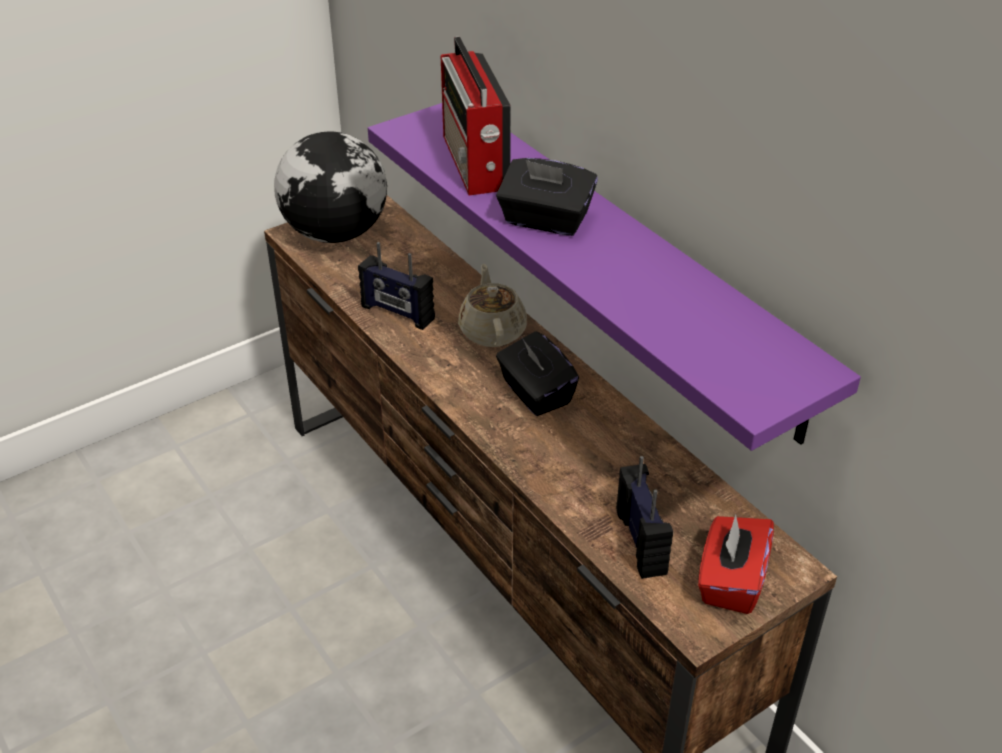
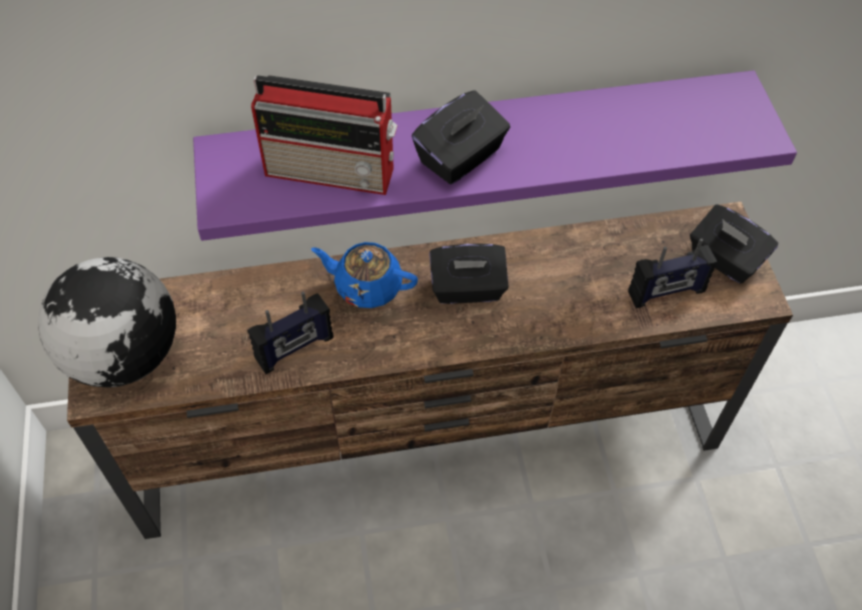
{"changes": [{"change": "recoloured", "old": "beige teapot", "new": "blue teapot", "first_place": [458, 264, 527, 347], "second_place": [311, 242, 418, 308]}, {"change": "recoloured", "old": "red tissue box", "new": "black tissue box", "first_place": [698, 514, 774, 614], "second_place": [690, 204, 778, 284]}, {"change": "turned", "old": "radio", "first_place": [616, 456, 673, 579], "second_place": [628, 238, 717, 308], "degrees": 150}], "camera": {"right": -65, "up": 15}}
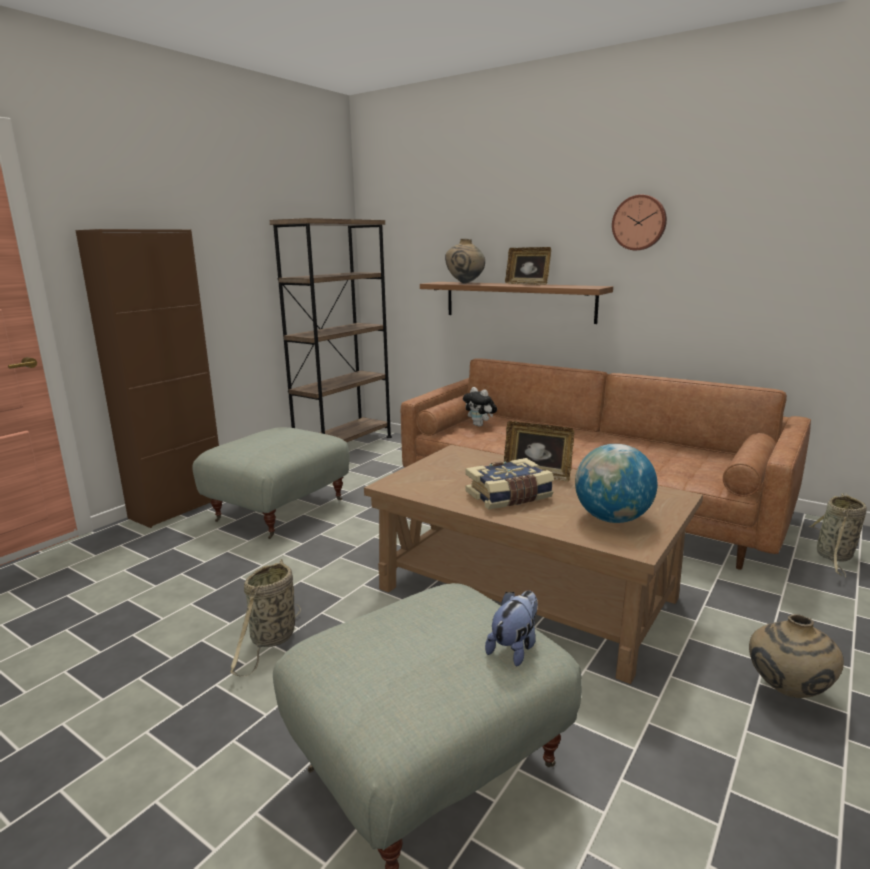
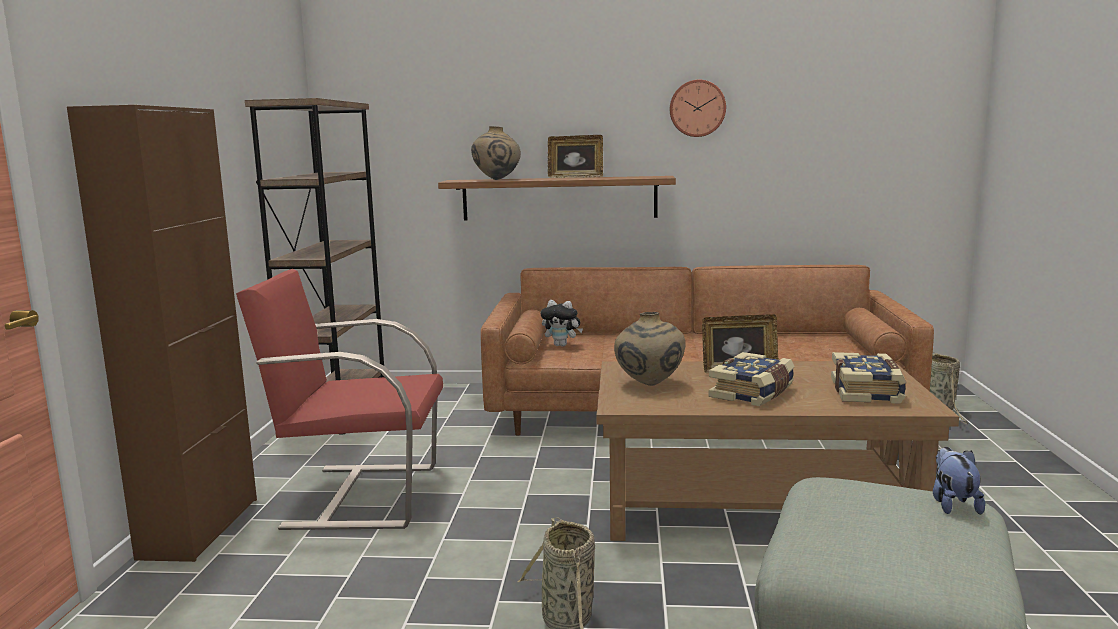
{"changes": [{"change": "moved", "old": "beige vase", "first_place": [749, 614, 844, 698], "second_place": [614, 312, 685, 386]}, {"change": "replaced", "old": "grey ottoman", "new": "red armchair", "first_place": [192, 427, 350, 539], "second_place": [236, 269, 443, 530]}, {"change": "replaced", "old": "globe", "new": "book", "first_place": [575, 444, 657, 523], "second_place": [831, 352, 907, 404]}], "camera": {"right": -30, "up": -5}}
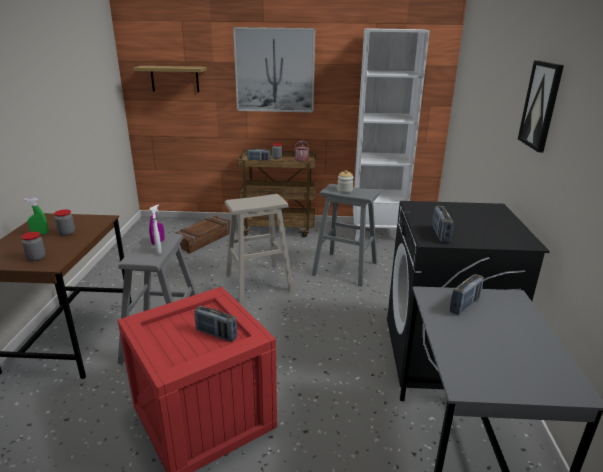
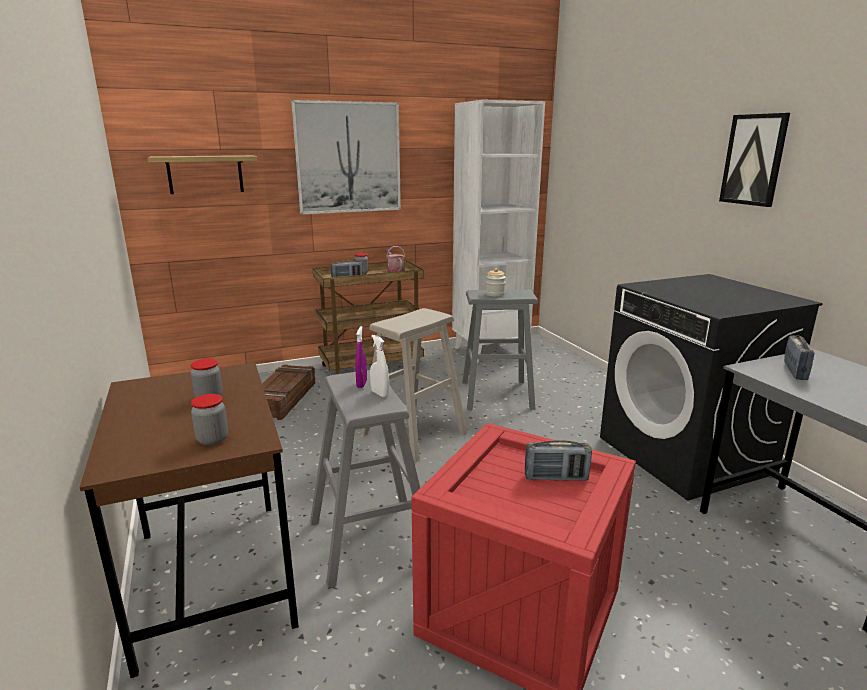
{"changes": [{"change": "removed", "old": "green spray bottle", "first_place": [24, 198, 48, 235]}, {"change": "removed", "old": "radio", "first_place": [432, 206, 454, 243]}], "camera": {"right": -25, "up": -5}}
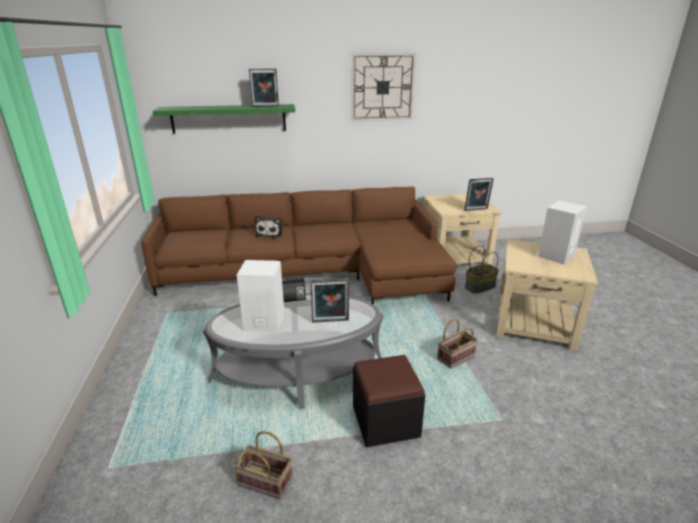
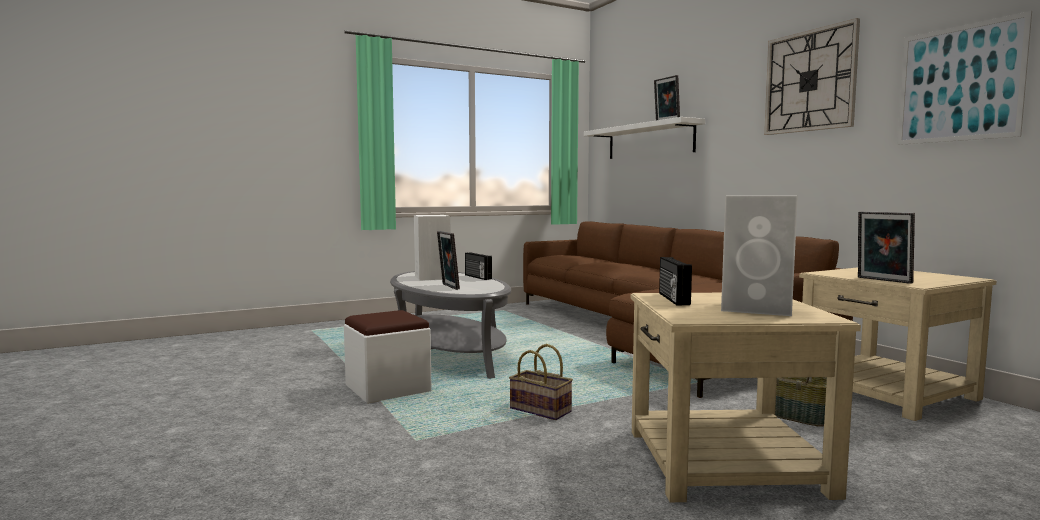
{"changes": [{"change": "removed", "old": "basket", "first_place": [234, 431, 292, 500]}, {"change": "removed", "old": "plush toy", "first_place": [255, 215, 282, 238]}, {"change": "added", "new": "radio", "second_place": [659, 257, 692, 305]}, {"change": "added", "new": "picture", "second_place": [897, 11, 1032, 145]}, {"change": "recoloured", "old": "green shelf", "new": "white shelf", "first_place": [153, 104, 295, 134], "second_place": [584, 117, 705, 159]}, {"change": "recoloured", "old": "black ottoman", "new": "white ottoman", "first_place": [353, 355, 425, 447], "second_place": [344, 310, 432, 404]}], "camera": {"right": 70, "up": -20}}
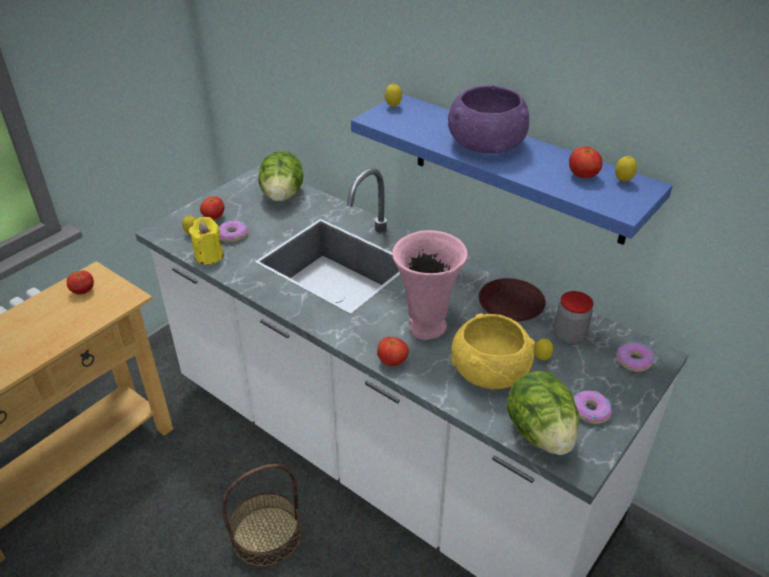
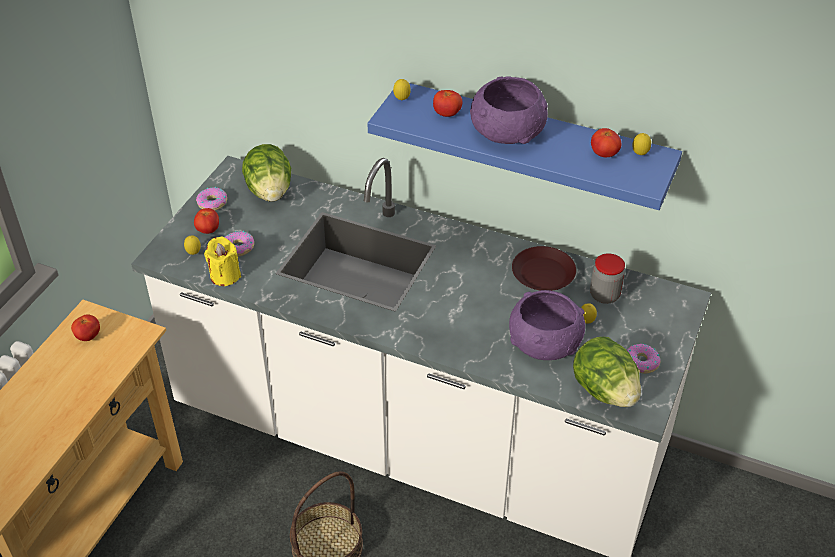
{"changes": [{"change": "removed", "old": "pink vase", "first_place": [392, 230, 468, 340]}, {"change": "moved", "old": "tomato", "first_place": [377, 337, 409, 366], "second_place": [433, 90, 462, 117]}, {"change": "moved", "old": "donut", "first_place": [616, 341, 654, 372], "second_place": [196, 187, 227, 211]}, {"change": "recoloured", "old": "yellow bowl", "new": "purple bowl", "first_place": [451, 313, 535, 389], "second_place": [509, 290, 585, 360]}], "camera": {"right": -15, "up": 5}}
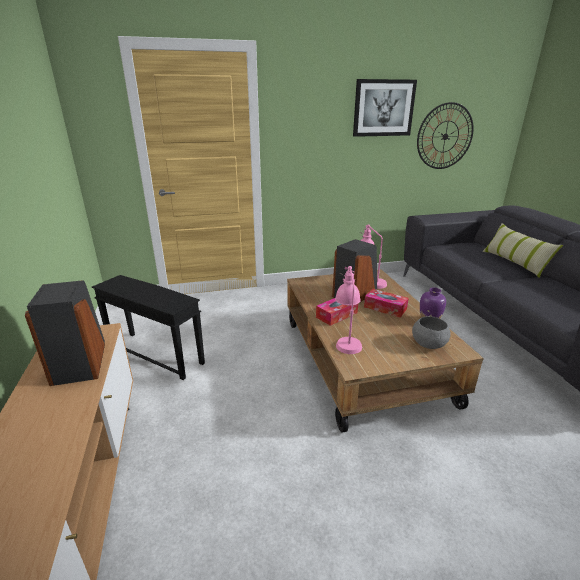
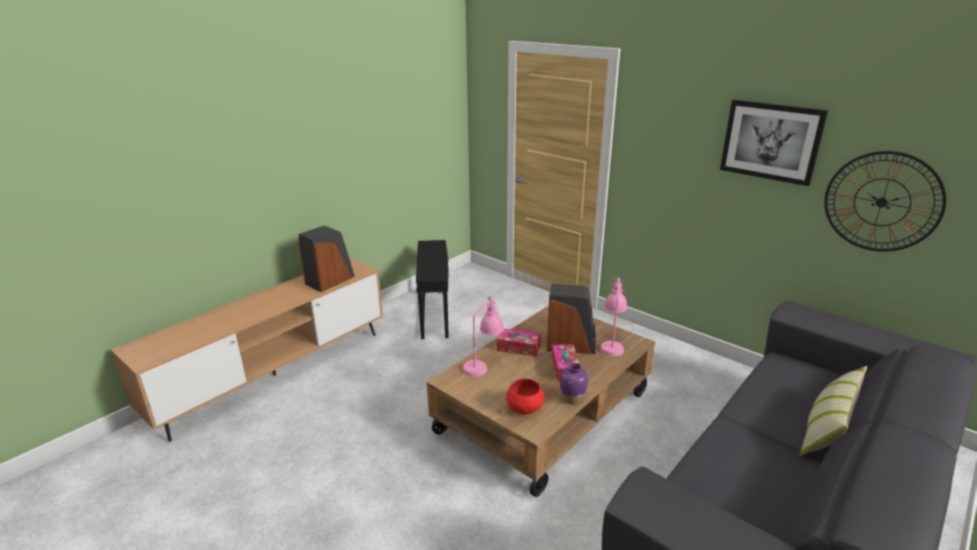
{"changes": [{"change": "recoloured", "old": "grey bowl", "new": "red bowl", "first_place": [412, 316, 451, 349], "second_place": [506, 379, 544, 414]}], "camera": {"right": 55, "up": 0}}
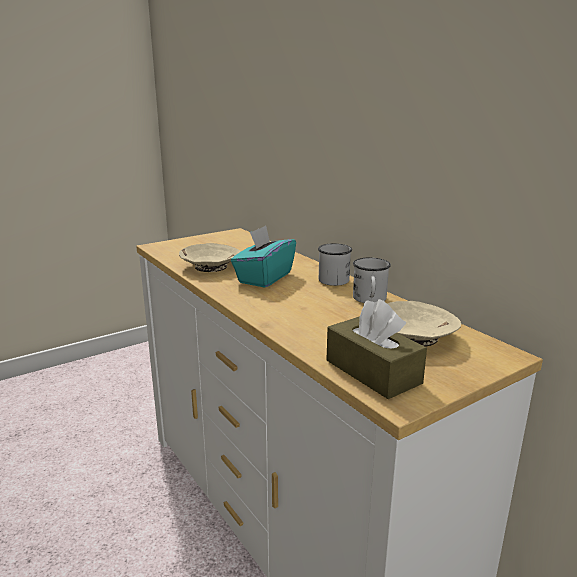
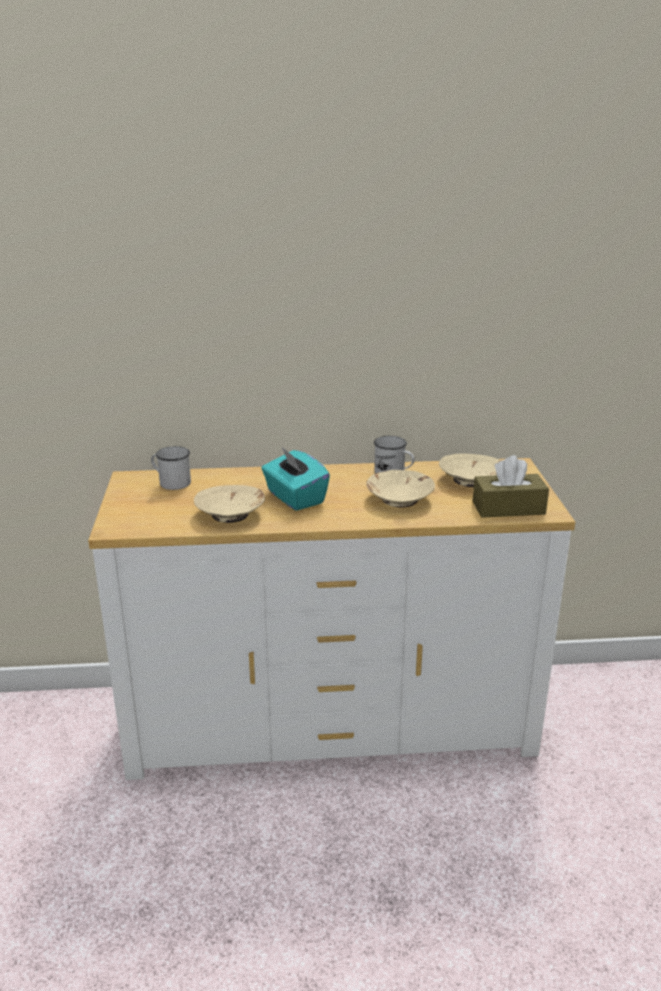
{"changes": [{"change": "added", "new": "beige bowl", "second_place": [366, 470, 435, 508]}, {"change": "moved", "old": "white mug", "first_place": [318, 243, 352, 286], "second_place": [151, 446, 191, 490]}], "camera": {"right": -60, "up": 5}}
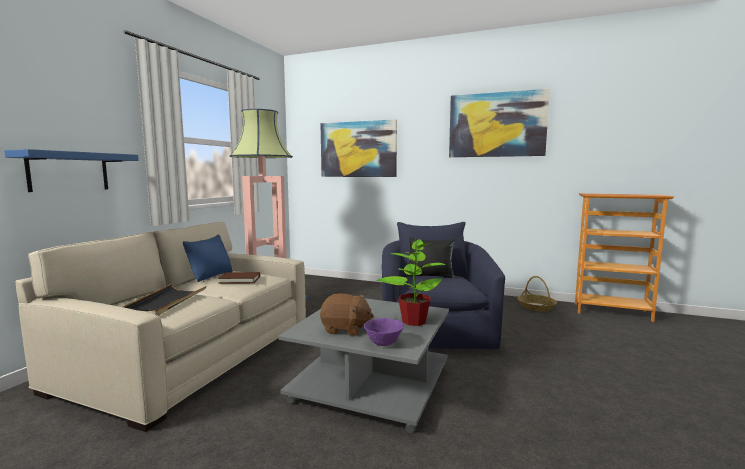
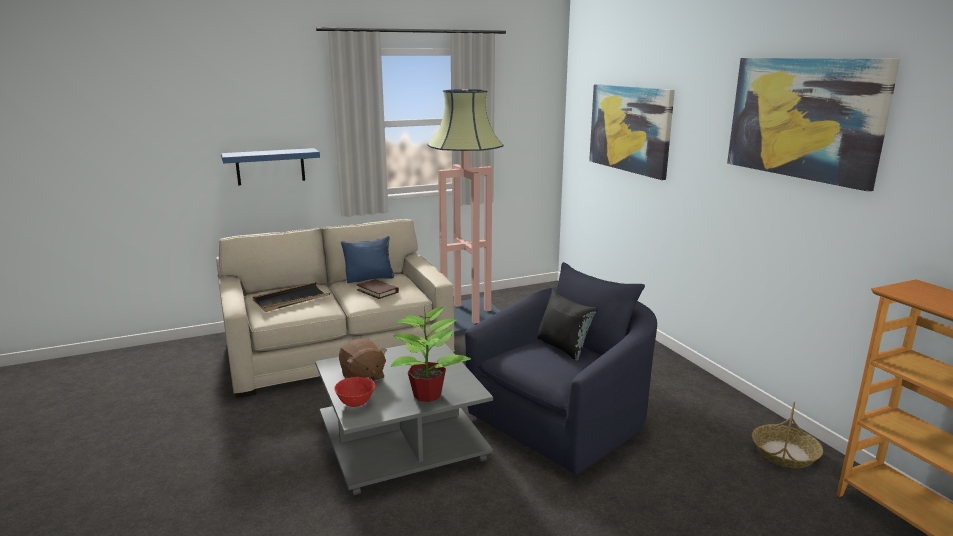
{"changes": [{"change": "recoloured", "old": "purple bowl", "new": "red bowl", "first_place": [364, 318, 404, 346], "second_place": [334, 377, 375, 407]}], "camera": {"right": 45, "up": 10}}
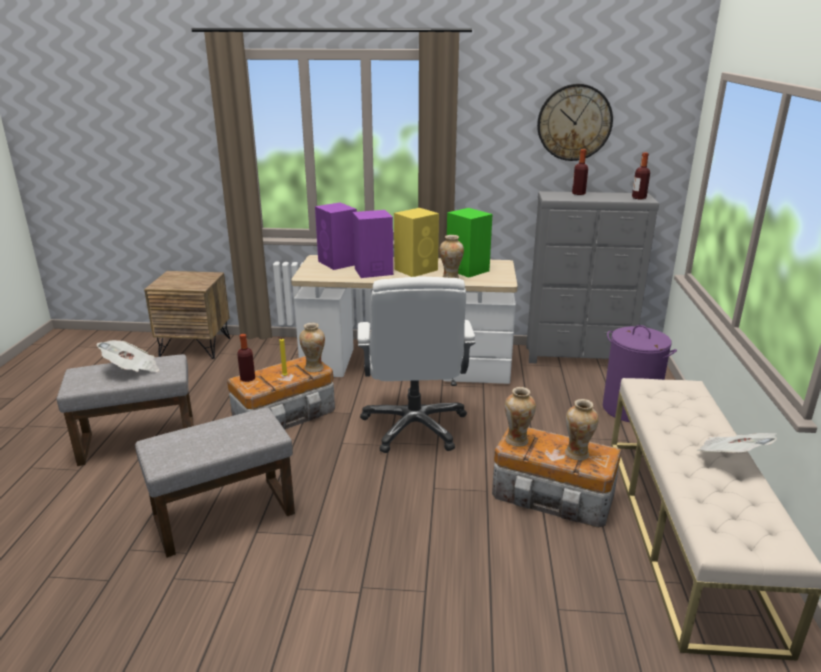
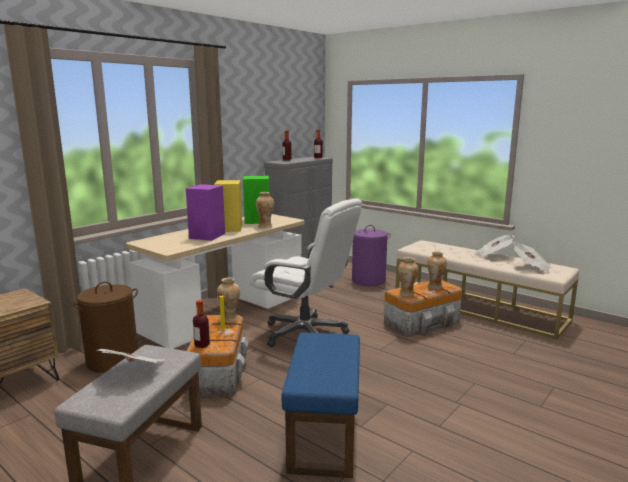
{"changes": [{"change": "removed", "old": "purple speaker", "first_place": [315, 202, 357, 270]}, {"change": "removed", "old": "wall clock", "first_place": [537, 84, 613, 161]}, {"change": "added", "new": "brown laundry basket", "second_place": [71, 282, 138, 373]}, {"change": "added", "new": "newspaper", "second_place": [513, 242, 550, 273]}, {"change": "recoloured", "old": "grey ottoman", "new": "blue ottoman", "first_place": [135, 408, 295, 558], "second_place": [282, 332, 360, 478]}], "camera": {"right": -55, "up": -10}}
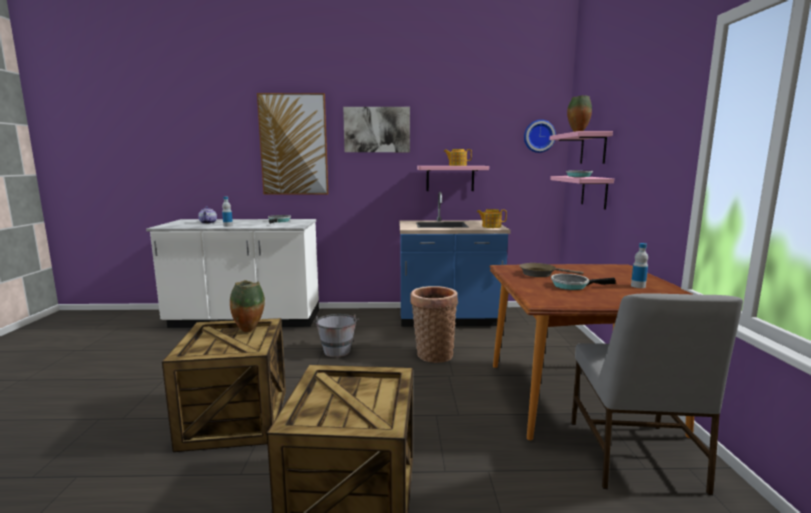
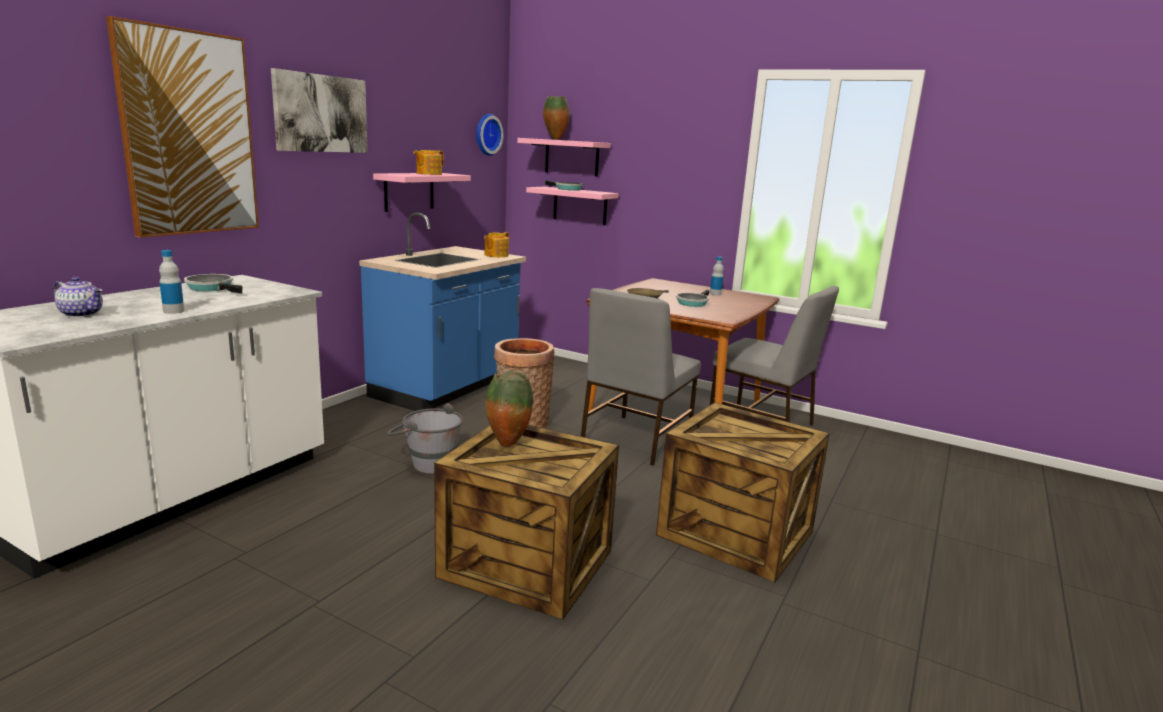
{"changes": [{"change": "added", "new": "grey chair", "second_place": [581, 288, 701, 466]}], "camera": {"right": -60, "up": 5}}
